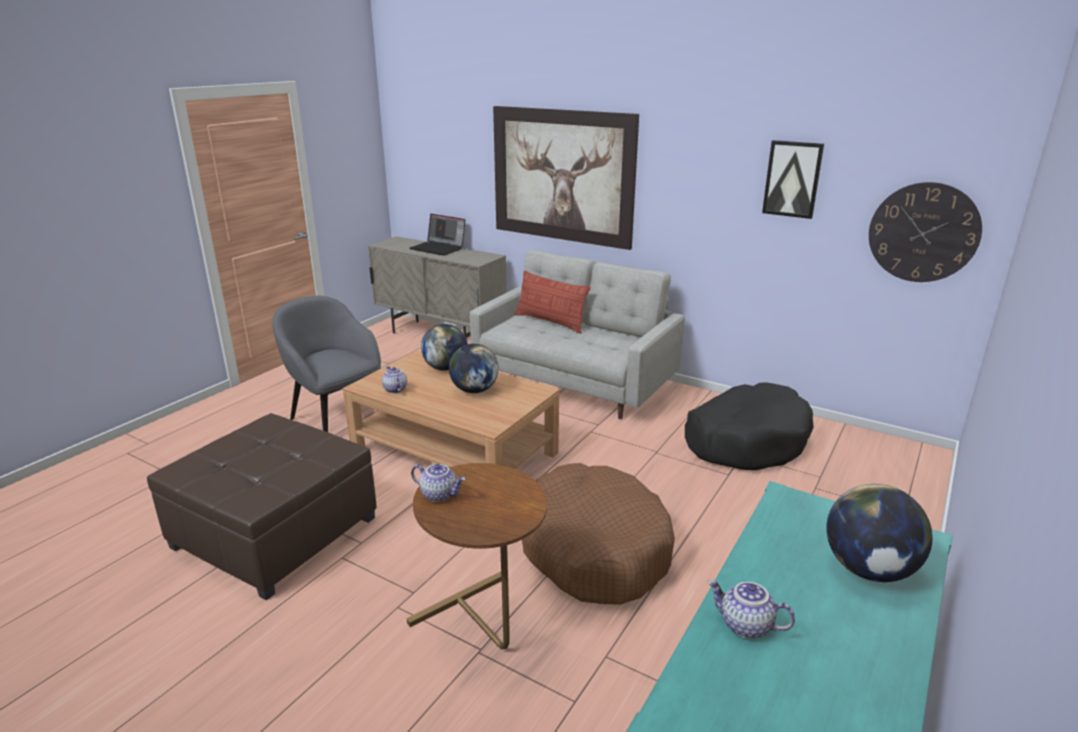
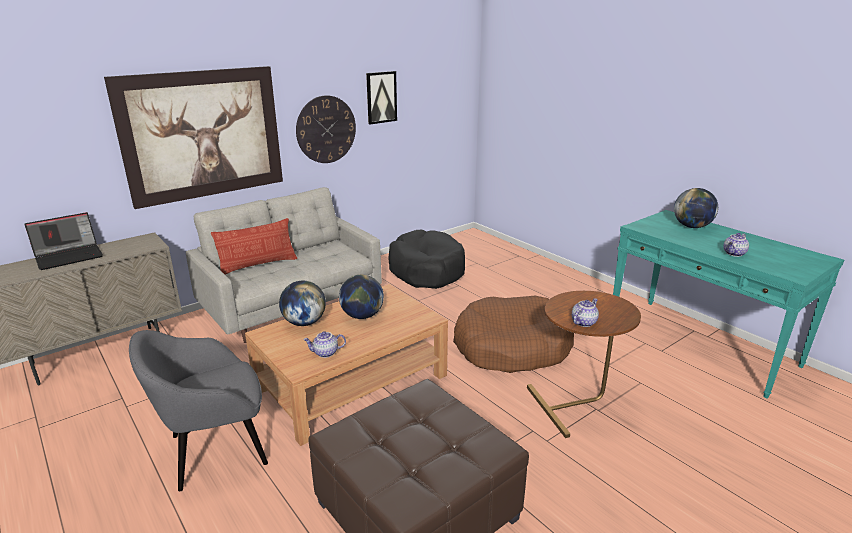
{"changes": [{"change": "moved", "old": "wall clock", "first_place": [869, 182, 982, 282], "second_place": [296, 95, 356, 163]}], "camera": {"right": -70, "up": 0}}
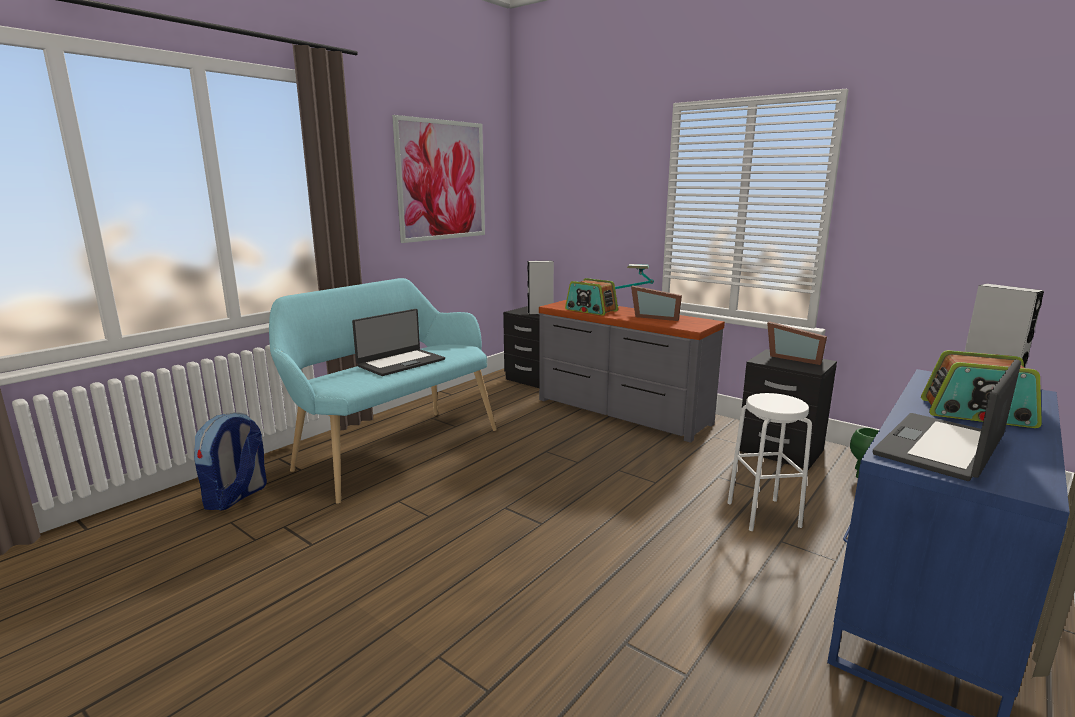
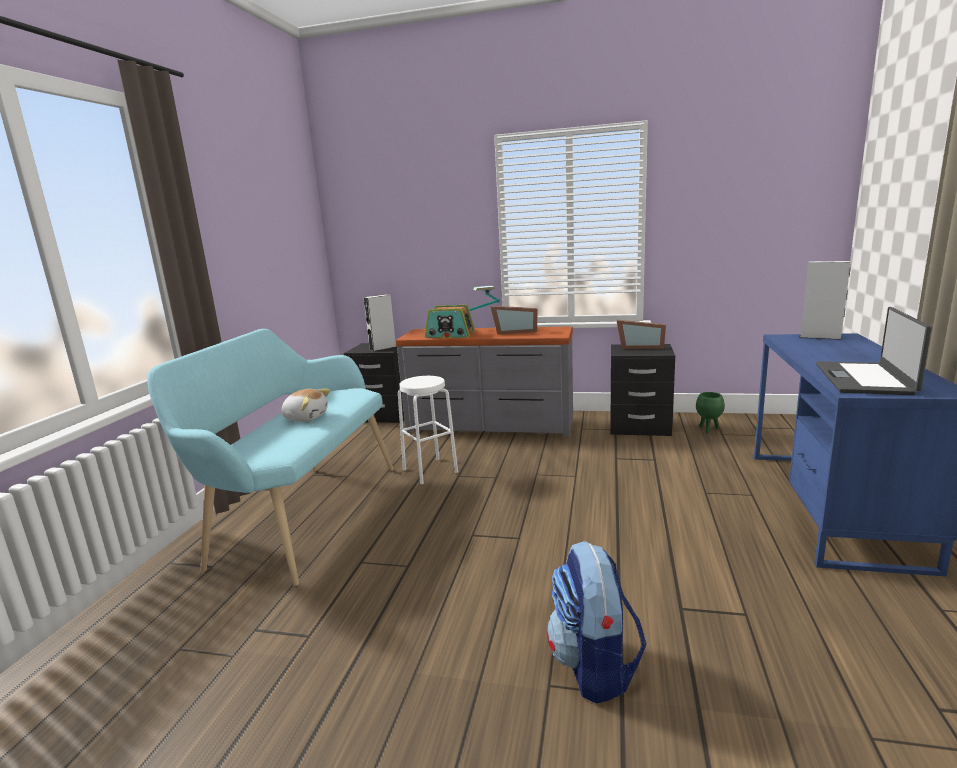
{"changes": [{"change": "removed", "old": "picture", "first_place": [392, 115, 485, 243]}, {"change": "removed", "old": "radio", "first_place": [921, 350, 1042, 428]}, {"change": "moved", "old": "backpack", "first_place": [194, 412, 267, 511], "second_place": [547, 541, 646, 704]}, {"change": "moved", "old": "white stool", "first_place": [727, 393, 812, 531], "second_place": [398, 376, 458, 484]}, {"change": "replaced", "old": "laptop", "new": "plush toy", "first_place": [352, 309, 445, 376], "second_place": [281, 389, 330, 422]}], "camera": {"right": -25, "up": 0}}
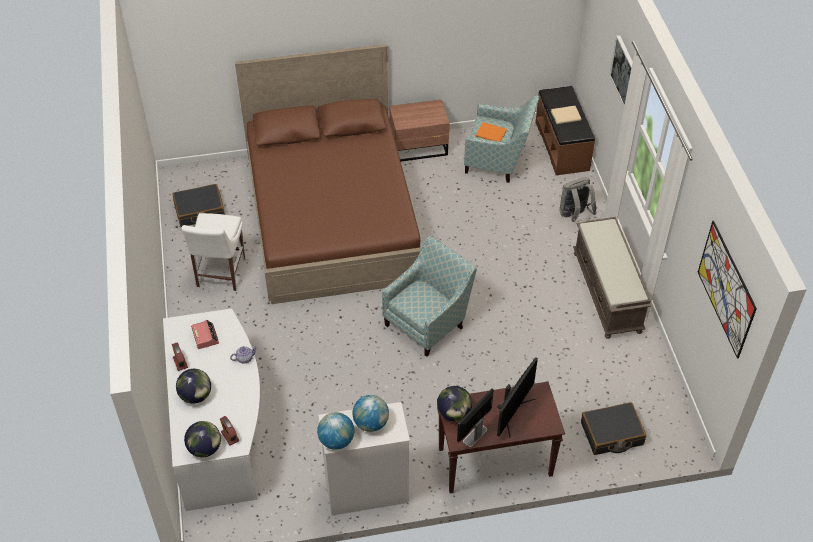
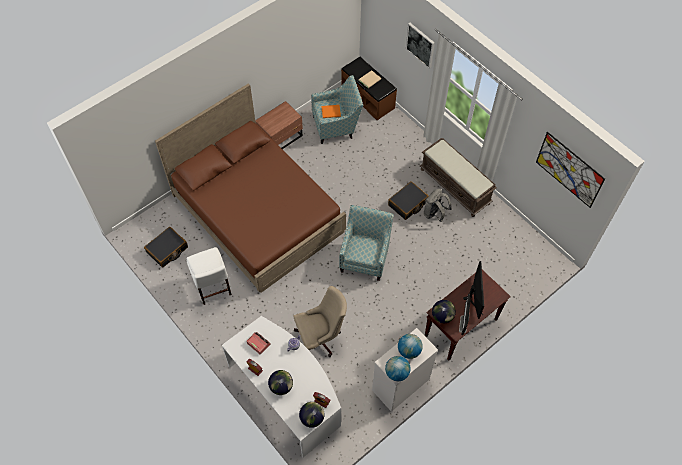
{"changes": [{"change": "added", "new": "beige office chair", "second_place": [293, 286, 347, 357]}, {"change": "moved", "old": "grey backpack", "first_place": [559, 177, 597, 222], "second_place": [424, 189, 452, 222]}, {"change": "moved", "old": "black suitcase", "first_place": [581, 402, 646, 455], "second_place": [388, 181, 428, 220]}], "camera": {"right": -30, "up": 10}}
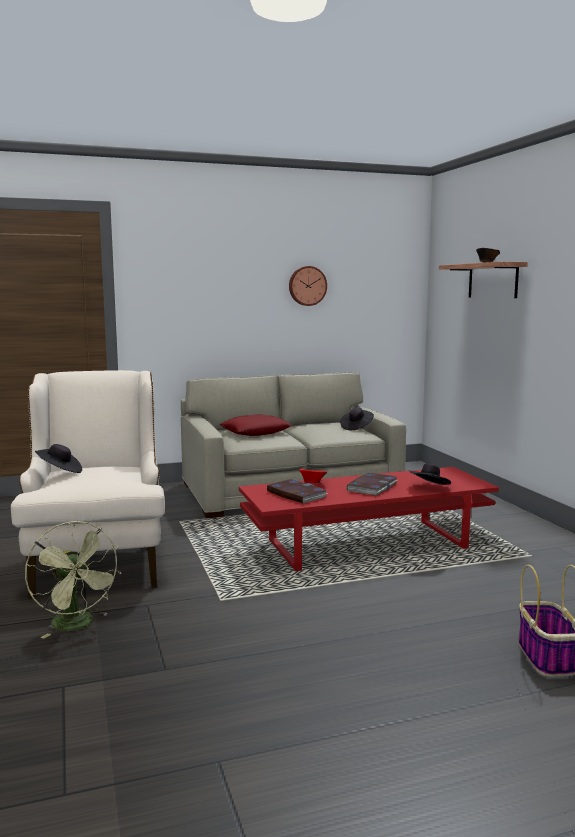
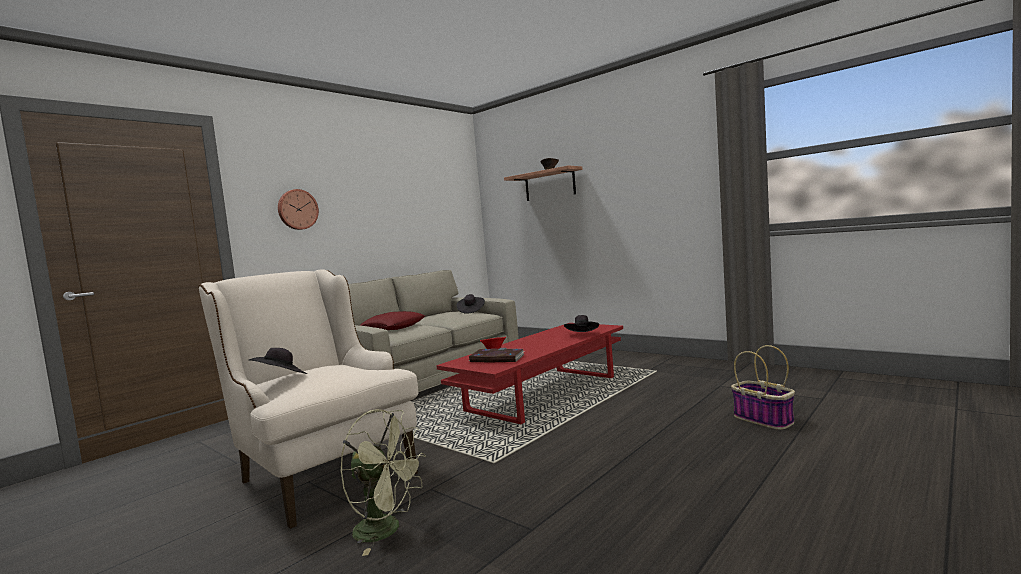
{"changes": [{"change": "removed", "old": "book", "first_place": [347, 473, 397, 496]}, {"change": "moved", "old": "wall clock", "first_place": [289, 266, 327, 306], "second_place": [278, 189, 319, 230]}], "camera": {"right": -30, "up": -5}}
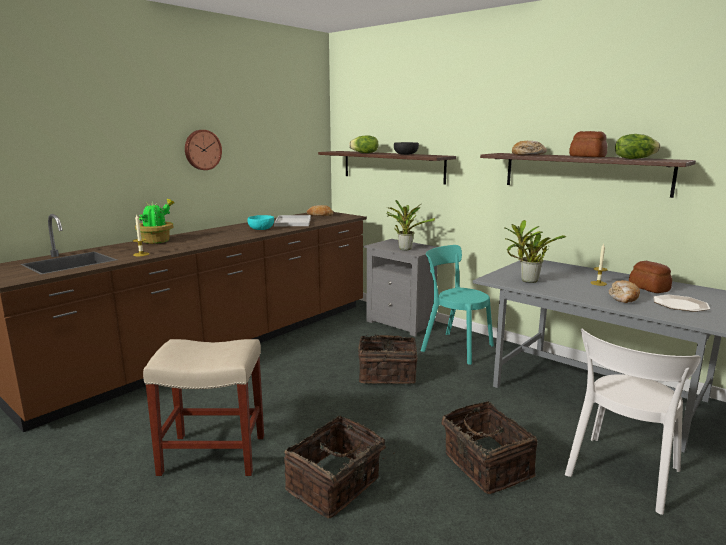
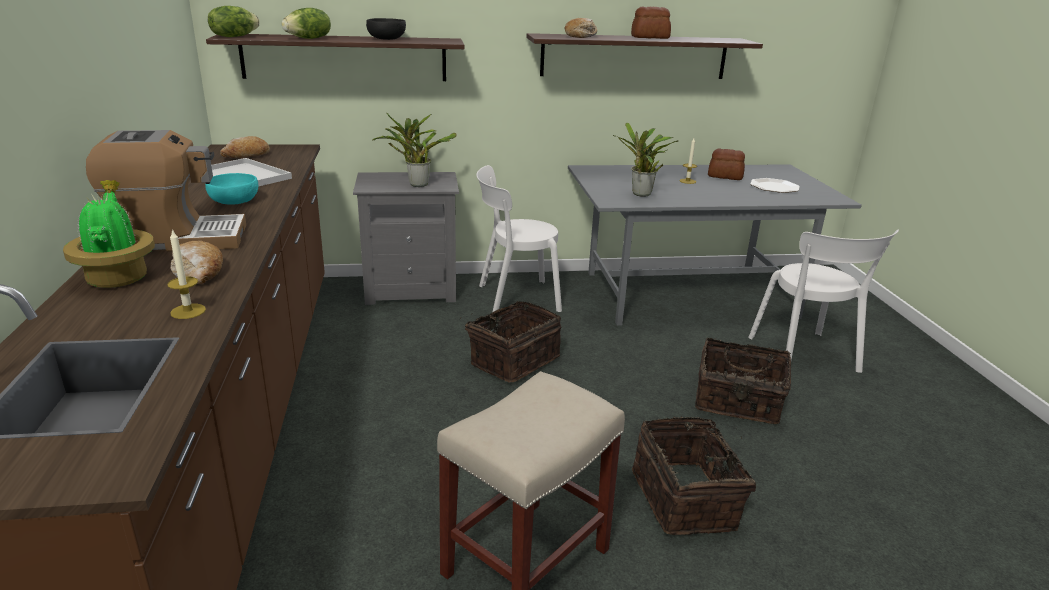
{"changes": [{"change": "removed", "old": "wall clock", "first_place": [185, 130, 222, 170]}, {"change": "added", "new": "coffee machine", "second_place": [86, 130, 246, 252]}, {"change": "moved", "old": "bread", "first_place": [609, 280, 640, 303], "second_place": [171, 241, 223, 284]}, {"change": "moved", "old": "lettuce", "first_place": [615, 134, 660, 159], "second_place": [208, 6, 260, 37]}, {"change": "recoloured", "old": "turquoise chair", "new": "white chair", "first_place": [421, 245, 494, 365], "second_place": [476, 165, 562, 312]}], "camera": {"right": -50, "up": 10}}
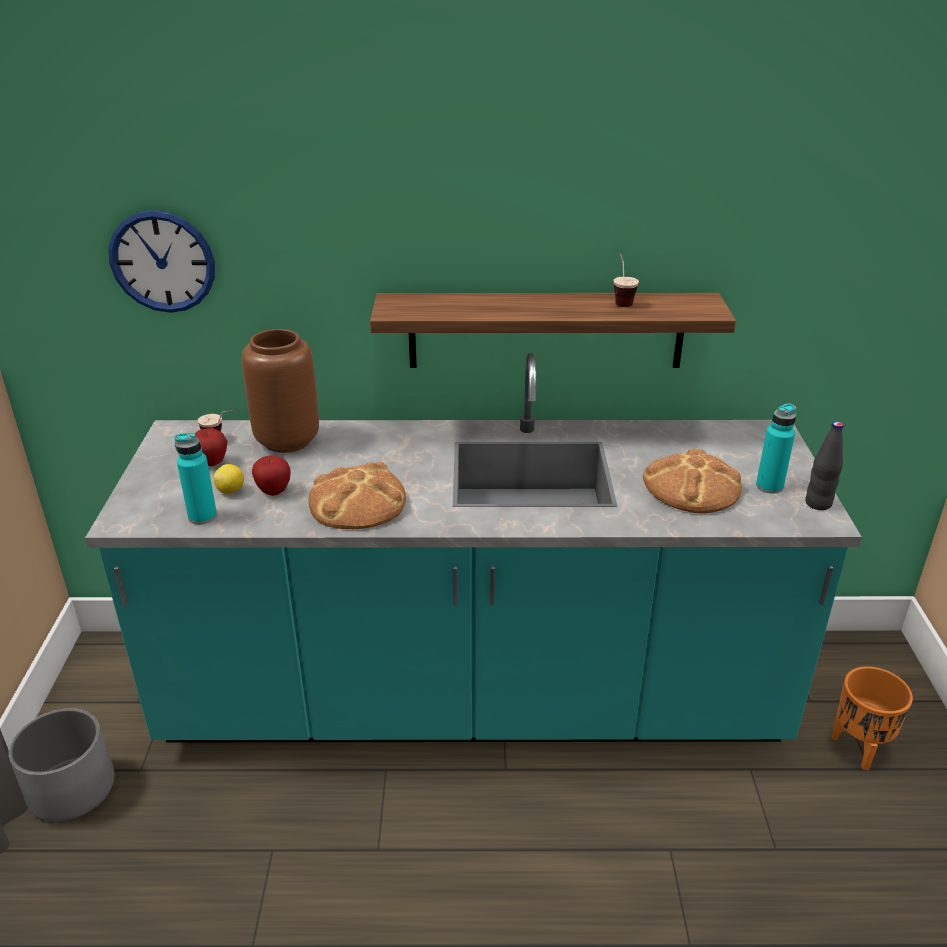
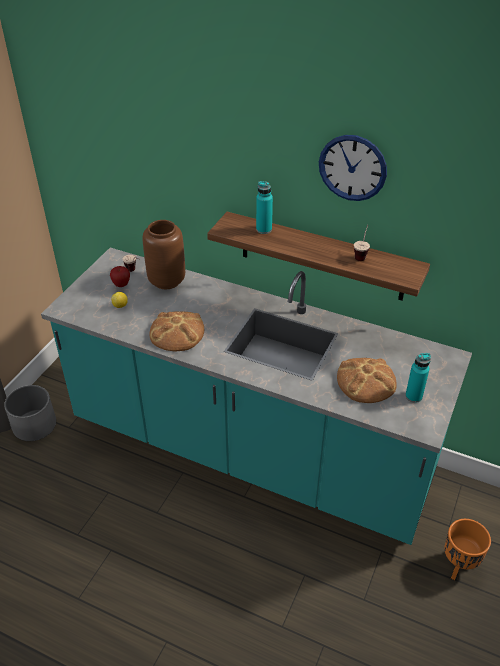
{"changes": [{"change": "removed", "old": "apple", "first_place": [252, 456, 291, 496]}, {"change": "removed", "old": "black bottle", "first_place": [805, 421, 843, 510]}, {"change": "moved", "old": "wall clock", "first_place": [108, 210, 215, 313], "second_place": [319, 135, 387, 201]}, {"change": "moved", "old": "turquoise bottle", "first_place": [175, 433, 217, 524], "second_place": [256, 181, 273, 234]}], "camera": {"right": 25, "up": 10}}
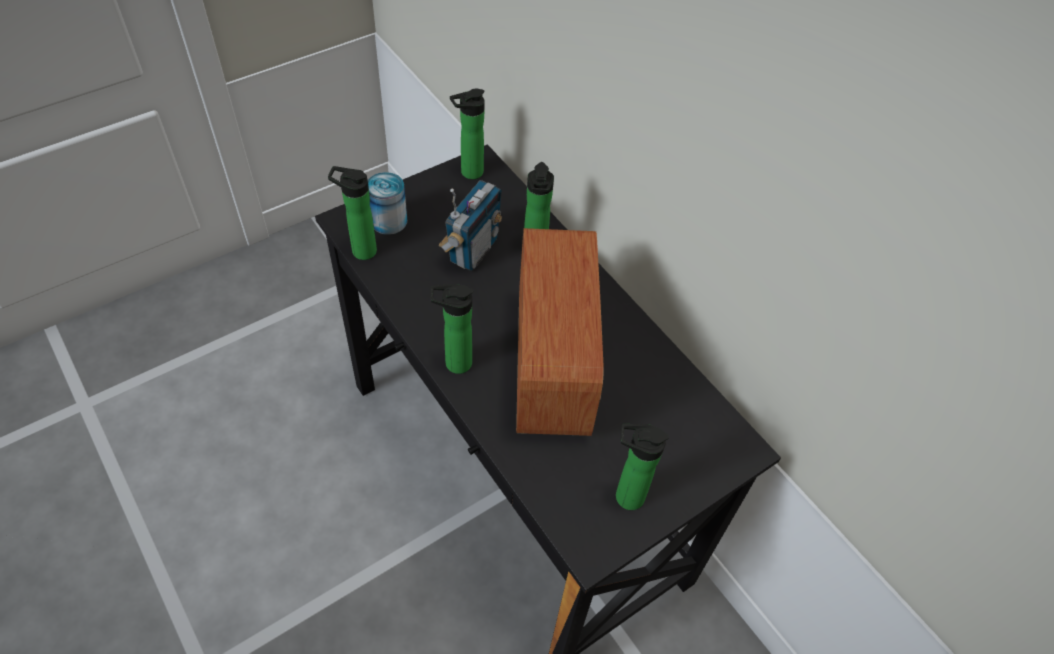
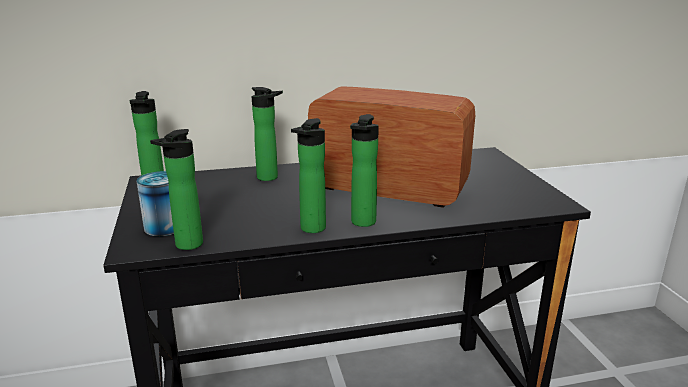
{"changes": [{"change": "removed", "old": "radio", "first_place": [439, 180, 502, 271]}, {"change": "moved", "old": "bottle", "first_place": [616, 424, 669, 510], "second_place": [291, 118, 326, 233]}], "camera": {"right": -65, "up": -30}}
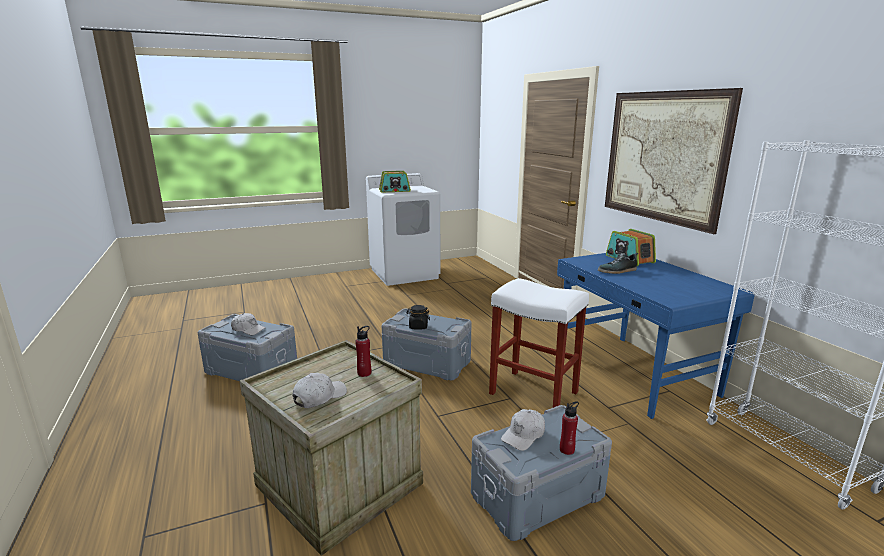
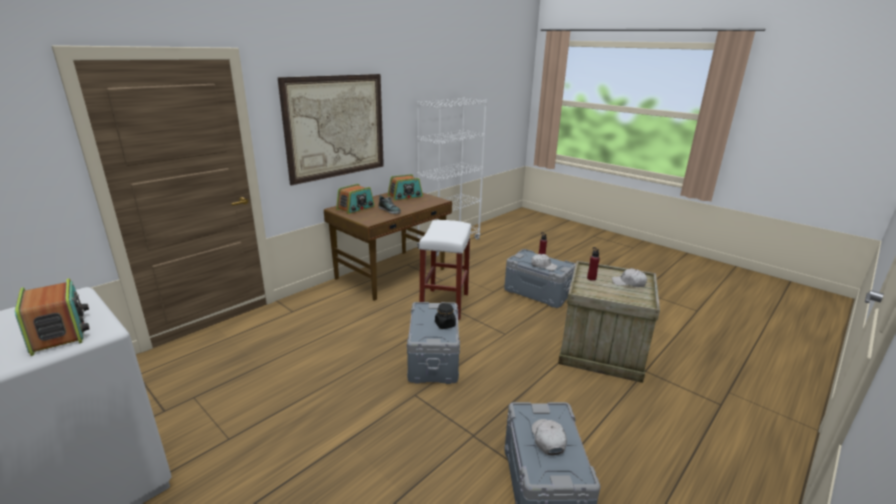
{"changes": [{"change": "added", "new": "radio", "second_place": [388, 174, 423, 200]}, {"change": "recoloured", "old": "blue desk", "new": "brown desk", "first_place": [557, 253, 754, 419], "second_place": [324, 192, 452, 301]}], "camera": {"right": -115, "up": 5}}
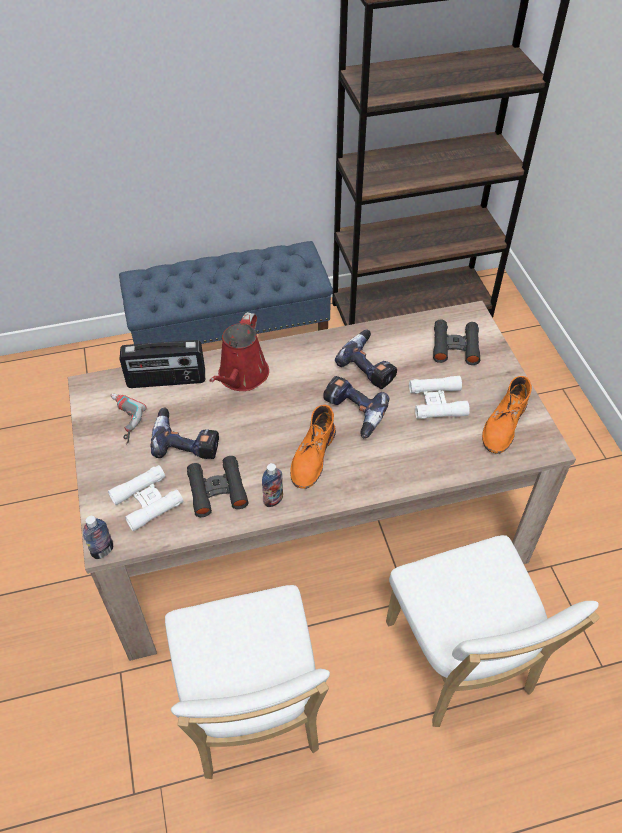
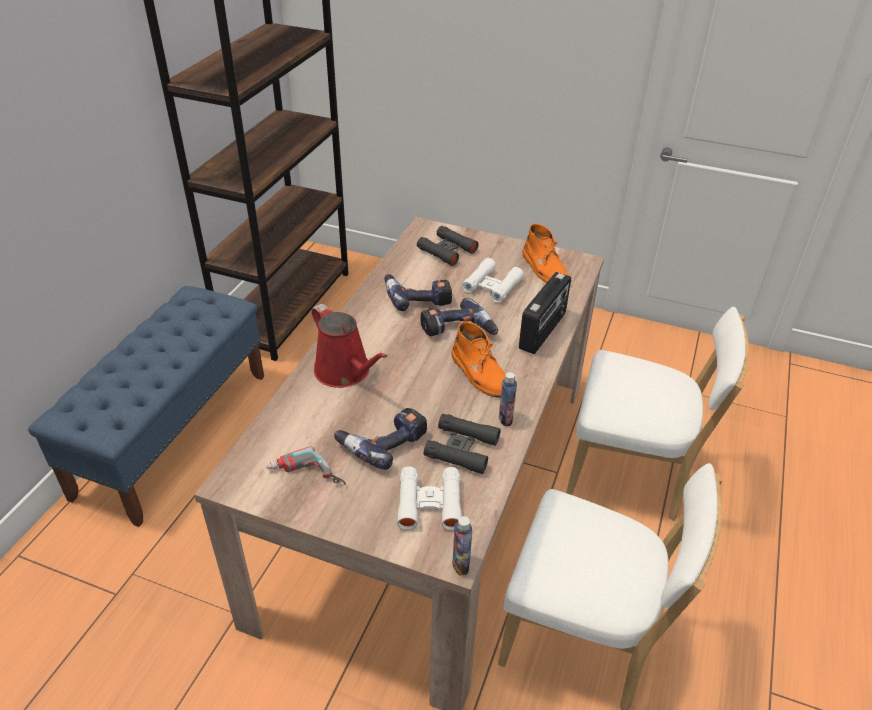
{"changes": [{"change": "moved", "old": "radio", "first_place": [120, 340, 205, 388], "second_place": [519, 272, 571, 354]}], "camera": {"right": -55, "up": -10}}
